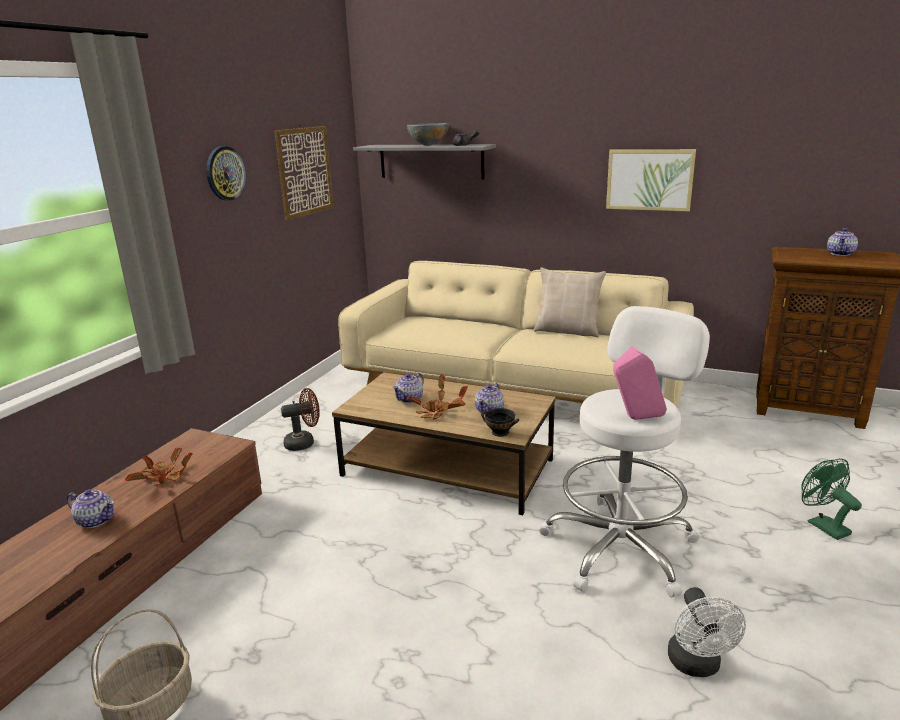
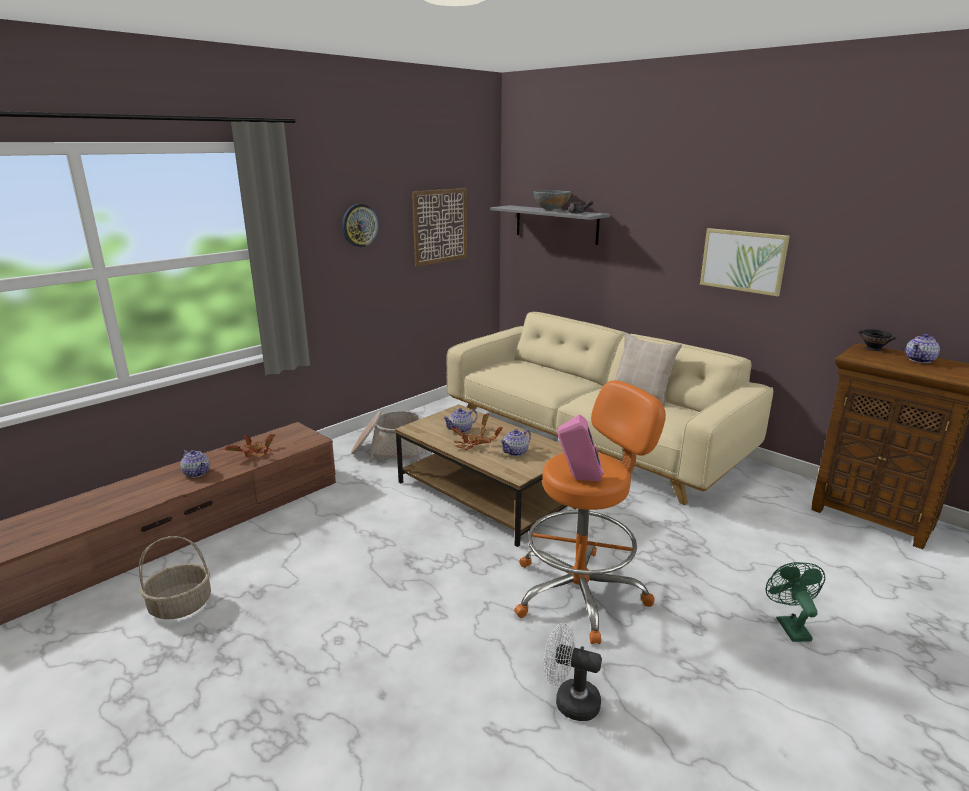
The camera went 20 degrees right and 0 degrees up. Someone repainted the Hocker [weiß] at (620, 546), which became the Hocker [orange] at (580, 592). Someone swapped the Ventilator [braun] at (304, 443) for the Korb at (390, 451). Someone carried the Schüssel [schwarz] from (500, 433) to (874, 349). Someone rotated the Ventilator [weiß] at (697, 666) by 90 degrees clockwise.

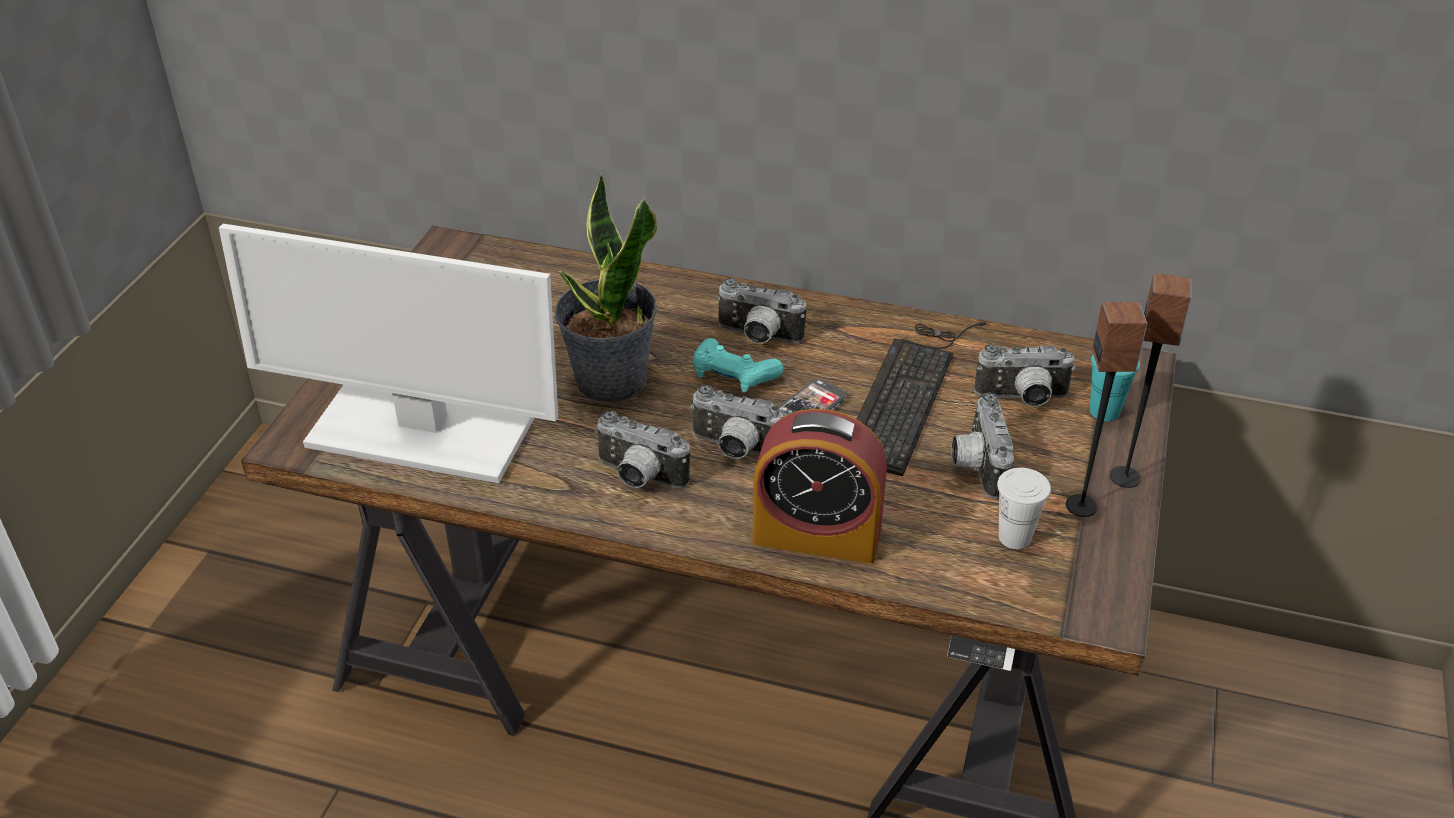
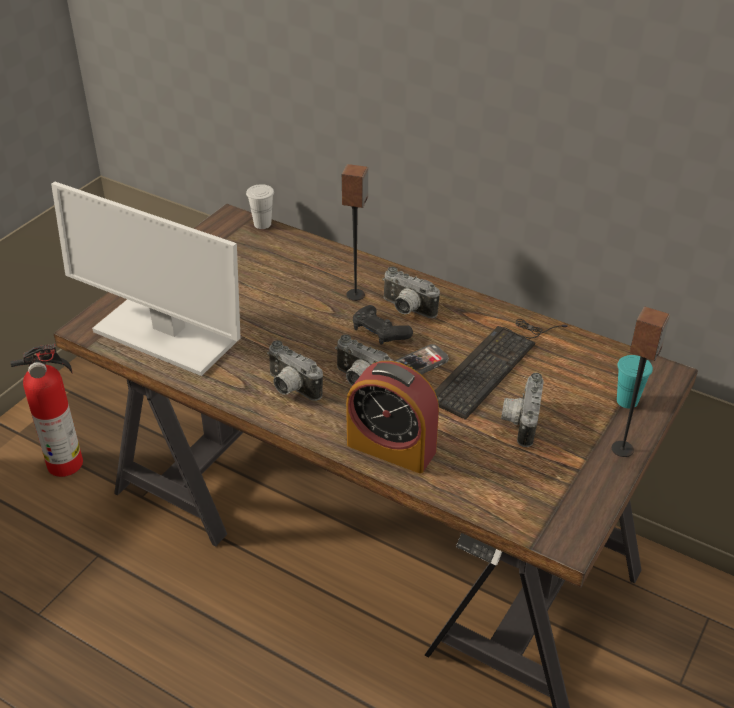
The camera went 15 degrees right and 0 degrees up. Someone took away the Topfpflanze at (610, 380). Someone carried the Lautsprecher from (1082, 506) to (356, 295). Someone repainted the Gamepad [türkis] at (733, 375), which became the Gamepad [schwarz] at (380, 332). Someone took away the Kamera at (1022, 399). Someone carried the Tasse [weiß] from (1014, 537) to (262, 224). Someone put down the Feuerlöscher at (68, 463).

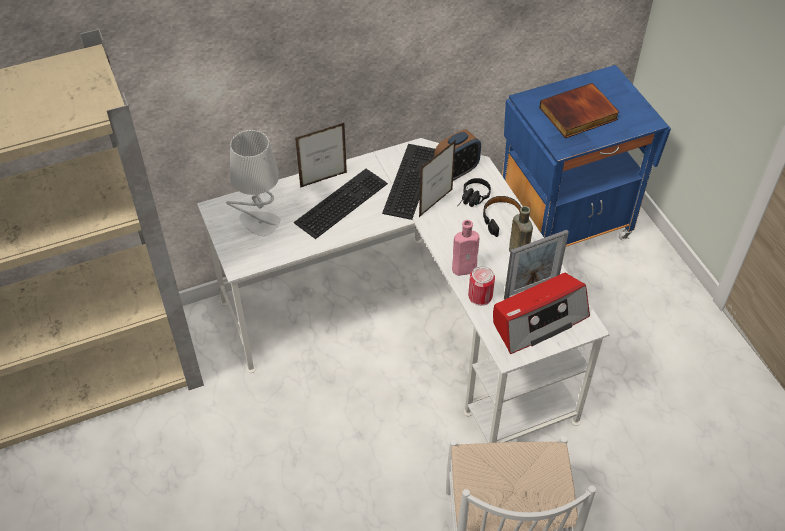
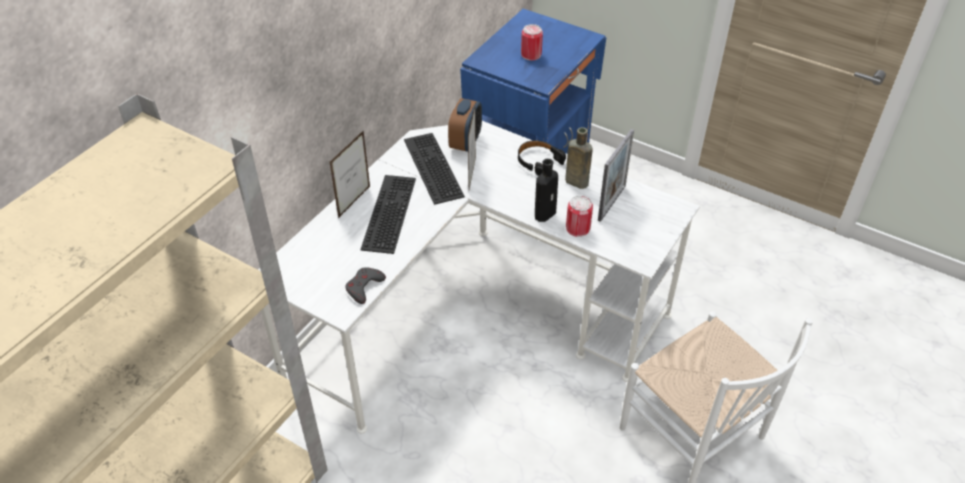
The camera went 35 degrees left and 5 degrees down. Someone swapped the Buch at (578, 114) for the Dose at (531, 54). Someone took away the Tischlampe [grau] at (259, 223). Someone took away the Kopfhörer [schwarz] at (472, 200). Someone repainted the Flasche [rosa] at (466, 268), which became the Flasche [schwarz] at (546, 213). Someone took away the Radio at (538, 320). Someone put down the Gamepad [grau] at (364, 287).

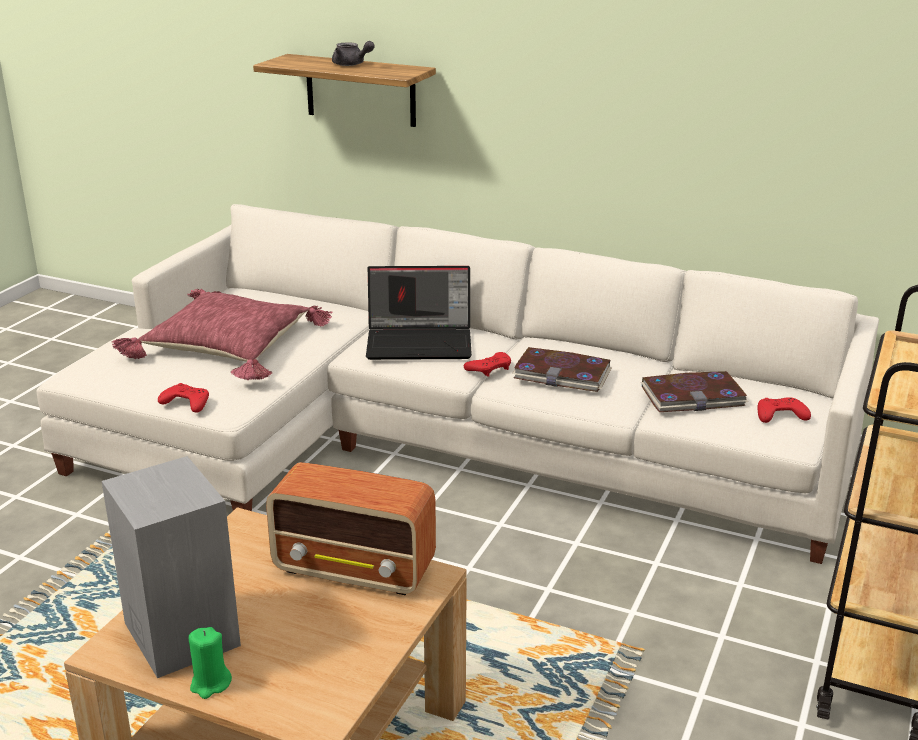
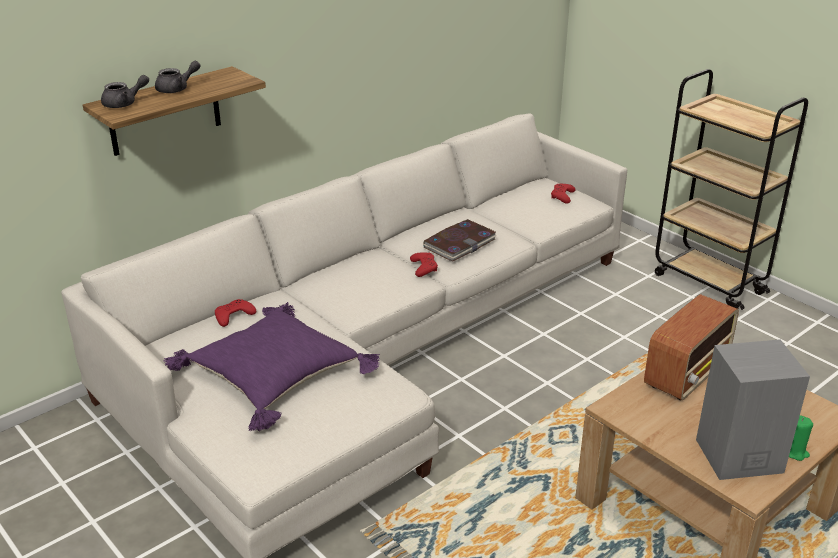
The camera went 65 degrees left and 5 degrees up. Someone took away the Laptop at (421, 342). Someone repainted the Kissen [rot] at (228, 341), which became the Kissen [lila] at (273, 370). Someone took away the Buch at (693, 396). Someone carried the Gamepad [rot] from (186, 402) to (233, 316). Someone put down the Teekanne [grau] at (124, 103).

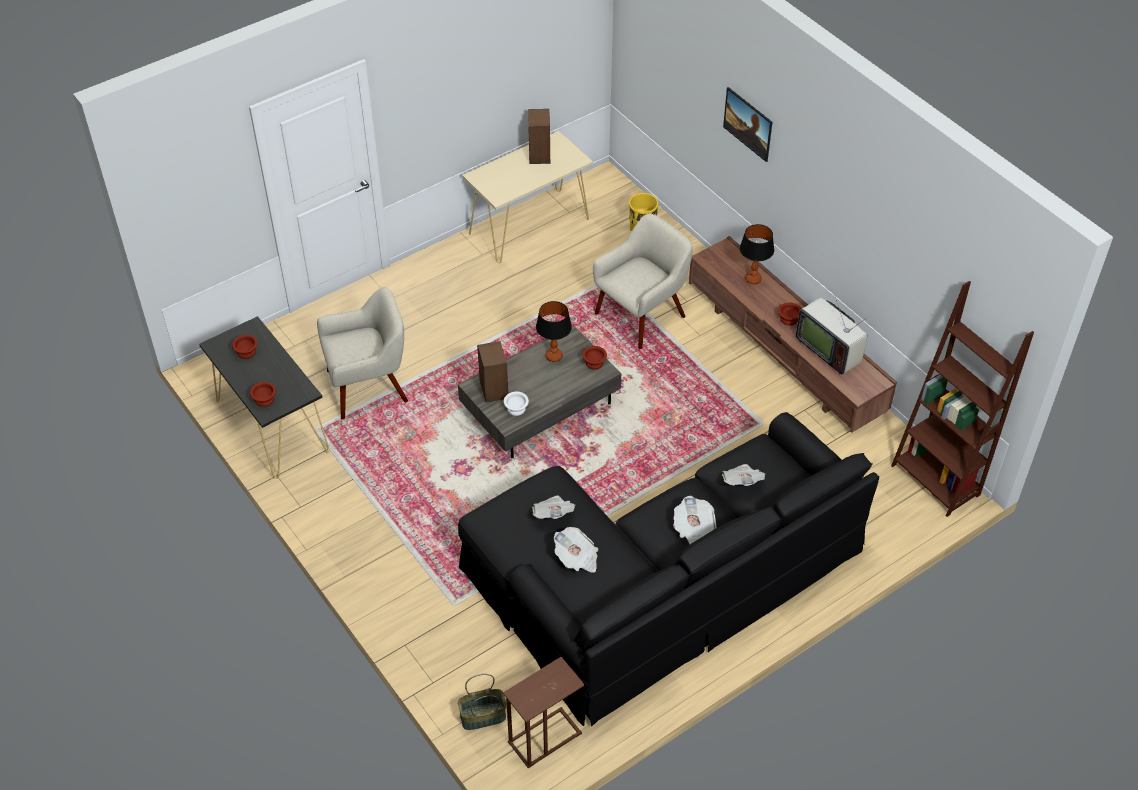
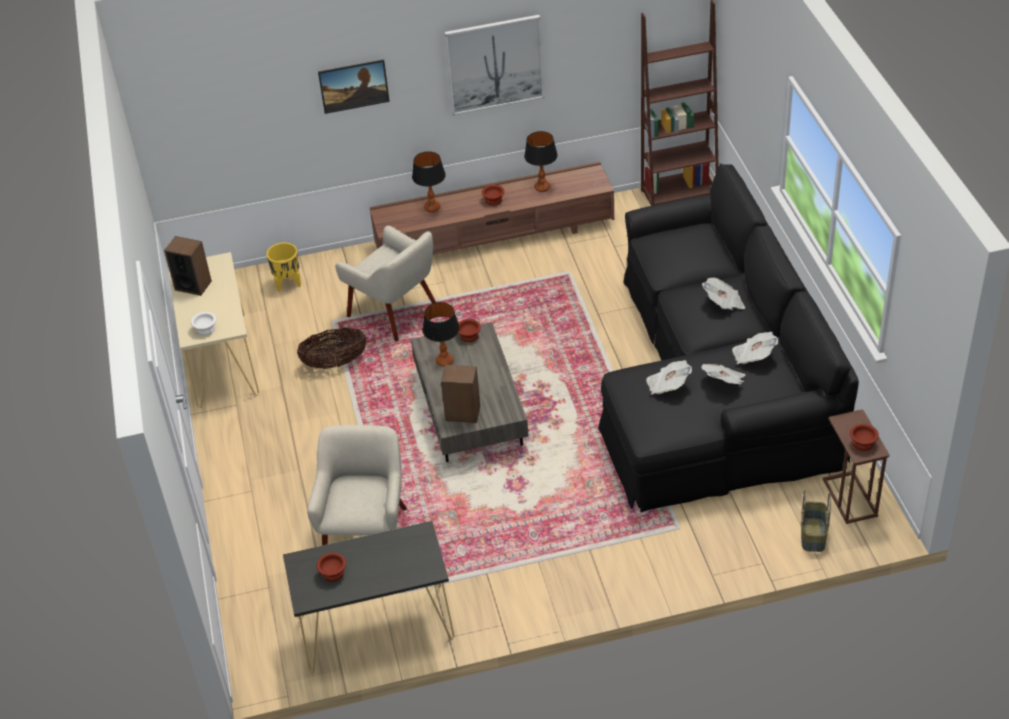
The camera went 65 degrees left and 5 degrees down. Someone rotated the Sessel [beige] at (642, 315) by 150 degrees clockwise. Someone swapped the Fernseher at (829, 349) for the Tischlampe at (542, 187). Someone carried the Schüssel [braun] from (264, 399) to (862, 443). Someone carried the Schüssel [weiß] from (515, 409) to (205, 330). Someone carried the Zeitung from (742, 482) to (753, 356). Someone put up the Bild at (495, 64). Someone put down the Korb at (335, 363).

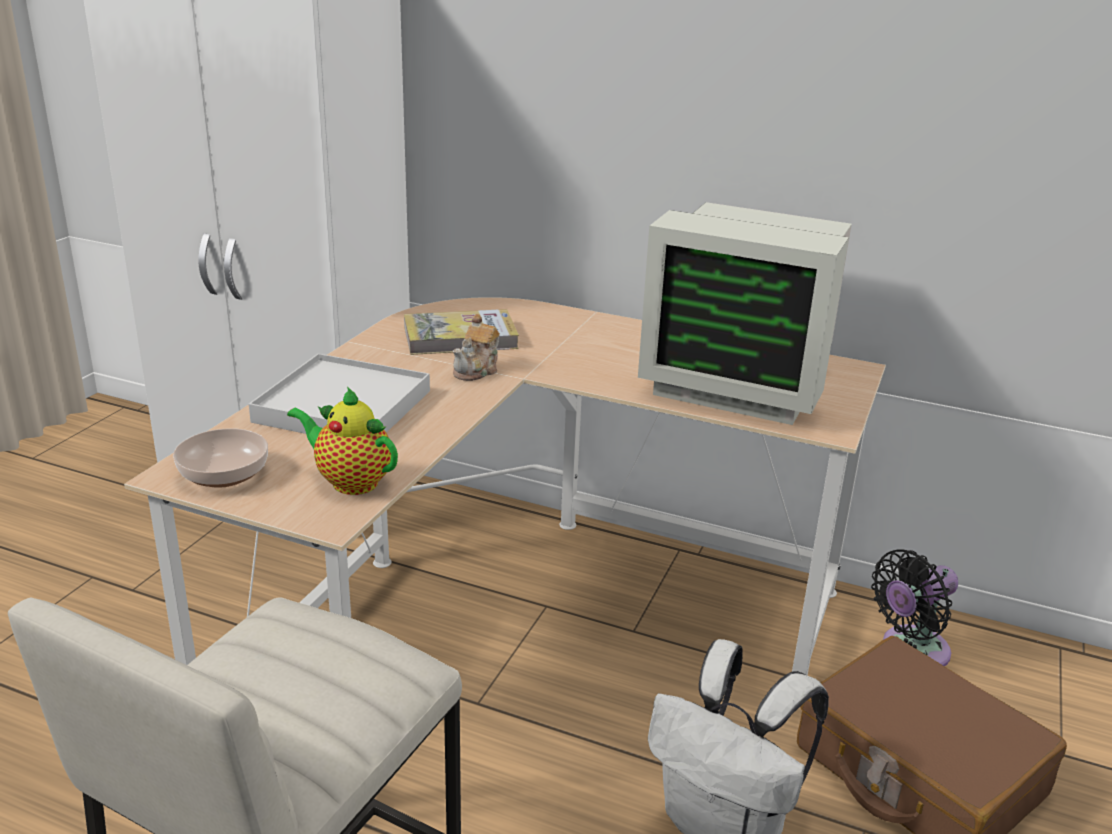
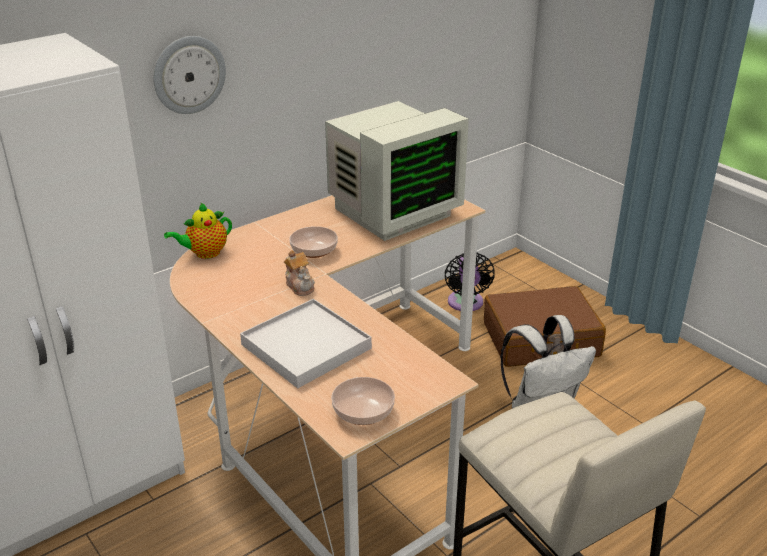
The camera went 60 degrees left and 5 degrees up. Someone took away the Buch at (460, 337). Someone carried the Teekanne from (350, 481) to (205, 253). Someone put up the Wanduhr at (189, 74). Someone put down the Schüssel at (314, 250).

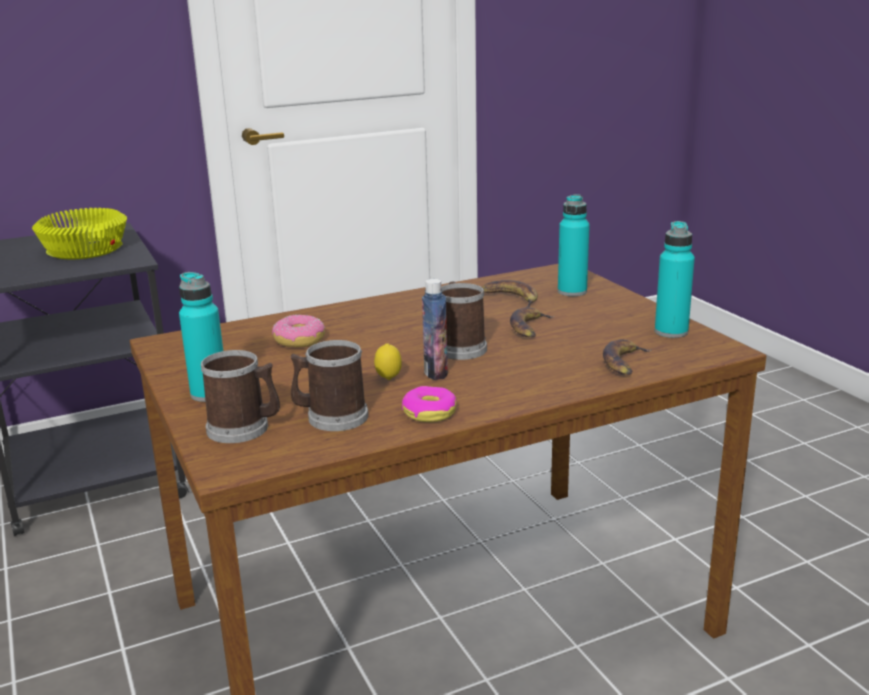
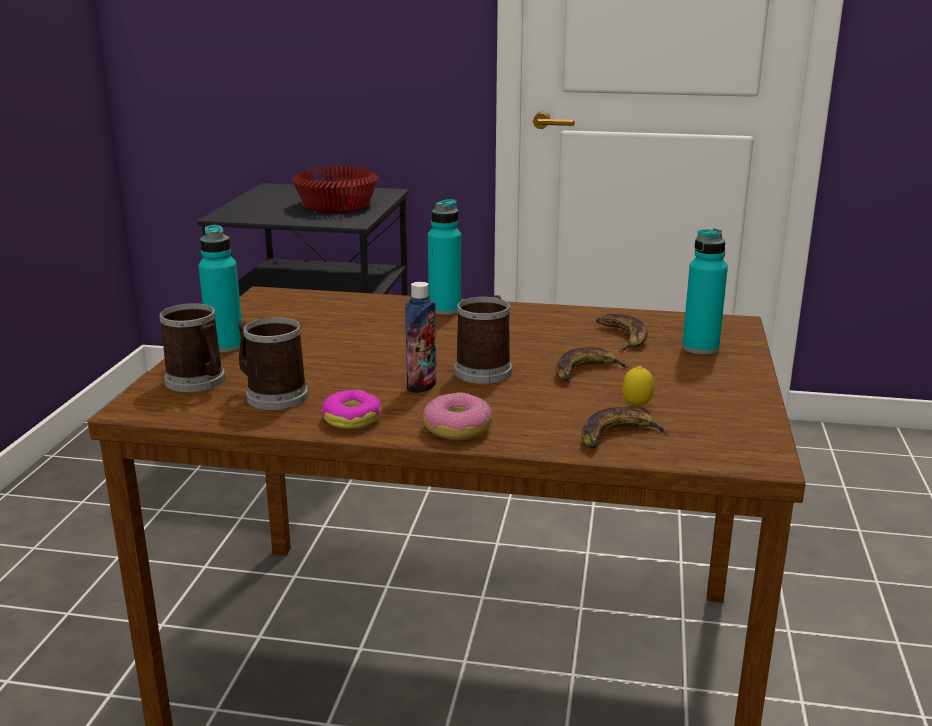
The camera went 35 degrees right and 0 degrees up. Someone repainted the Schüssel [gelb] at (85, 250), which became the Schüssel [rot] at (336, 205). Someone carried the Flasche [türkis] from (671, 332) to (445, 309). Someone carried the Donut from (299, 340) to (457, 428). Someone carried the Zitrone from (388, 379) to (636, 407).

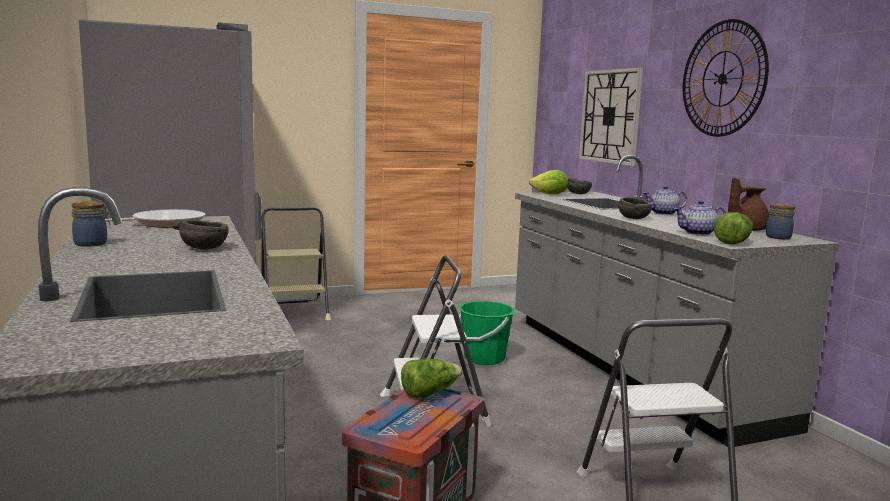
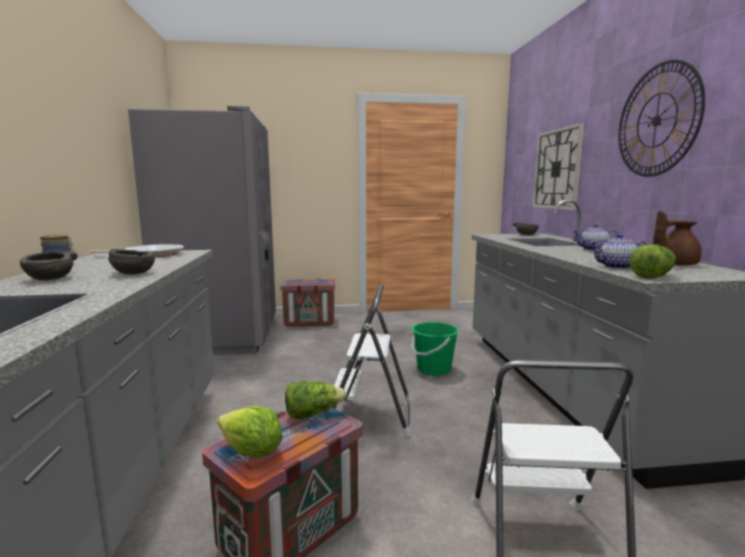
The camera went 15 degrees right and 0 degrees up. Someone carried the Salatkopf from (550, 194) to (251, 452). Someone carried the Schüssel [grau] from (634, 218) to (50, 279). Someone took away the Vorratsglas at (779, 237). Someone swapped the Trittleiter [beige] at (294, 311) for the Kiste at (310, 322).

